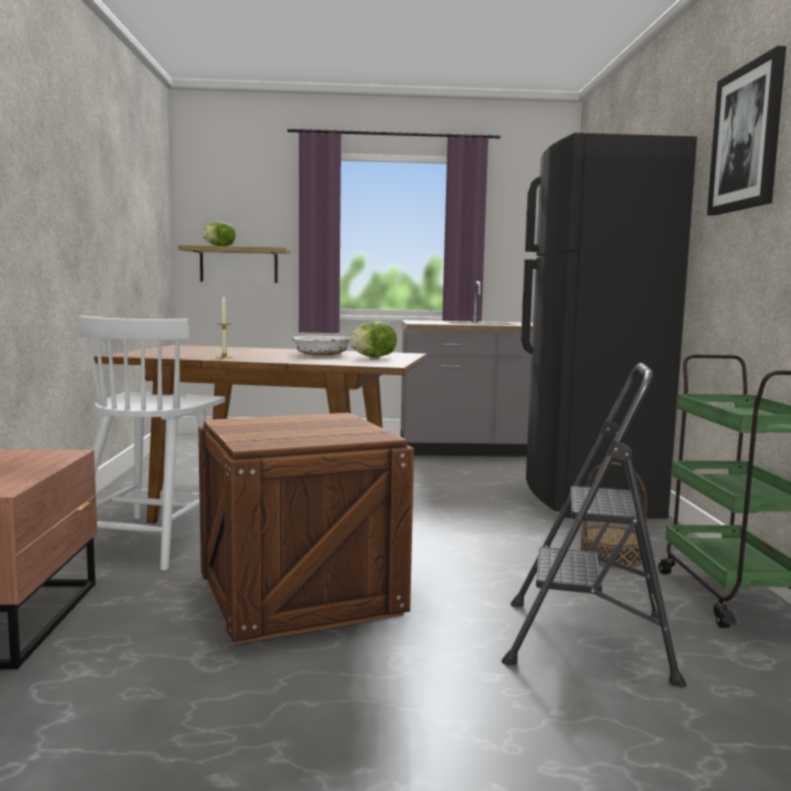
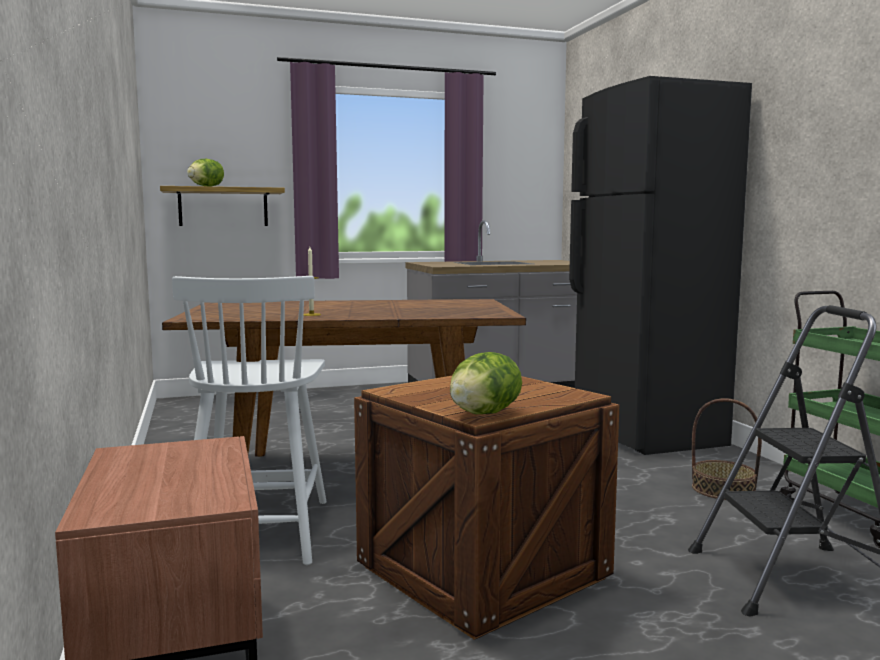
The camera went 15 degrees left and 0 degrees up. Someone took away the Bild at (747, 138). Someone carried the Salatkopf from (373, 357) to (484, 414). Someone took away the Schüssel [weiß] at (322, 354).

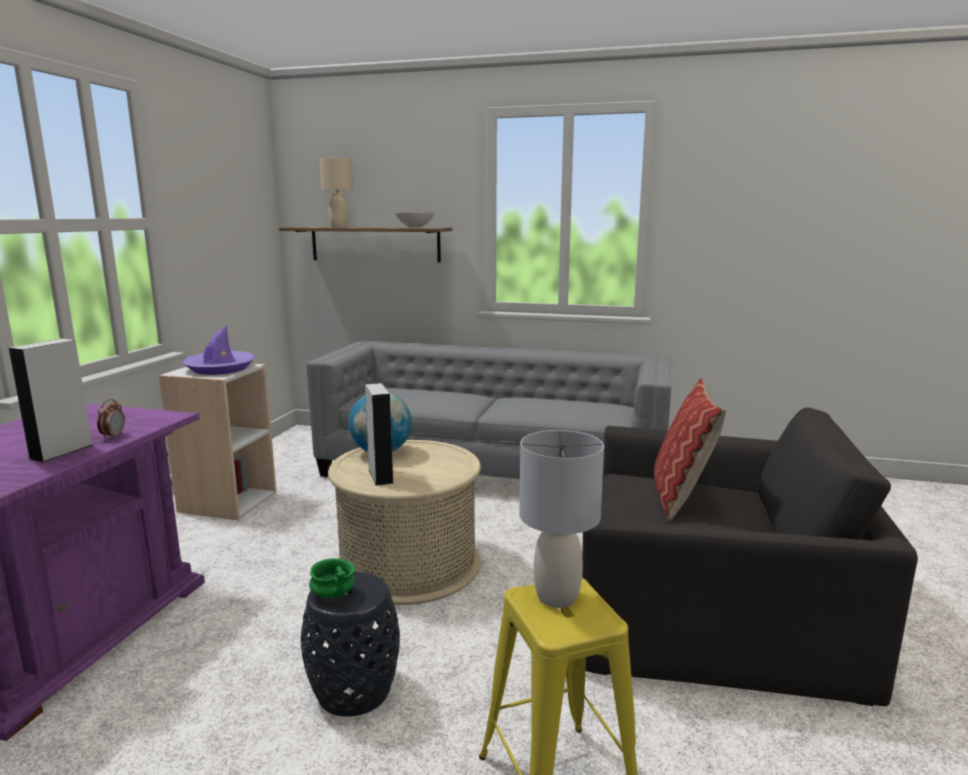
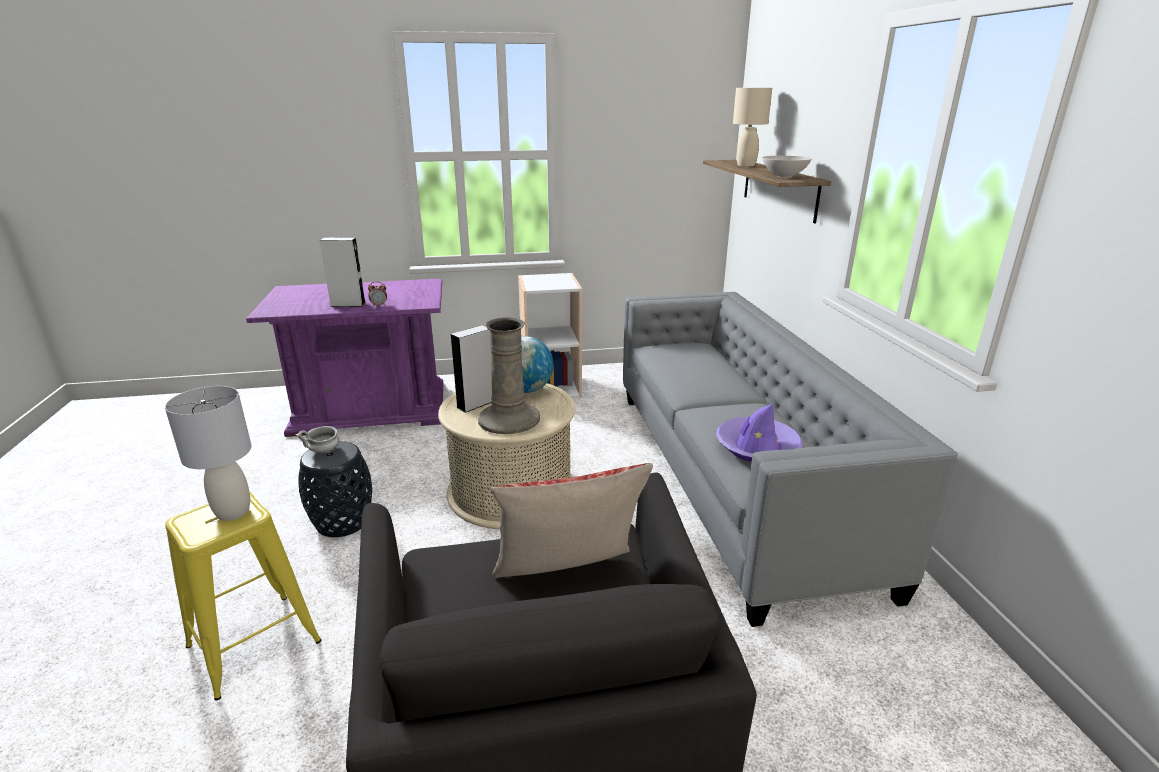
The camera went 65 degrees right and 10 degrees up. Someone carried the Hut [lila] from (220, 369) to (757, 447). Someone repainted the Schüssel [grün] at (334, 595), which became the Schüssel [grau] at (323, 451). Someone put down the Vase [beige] at (508, 419).

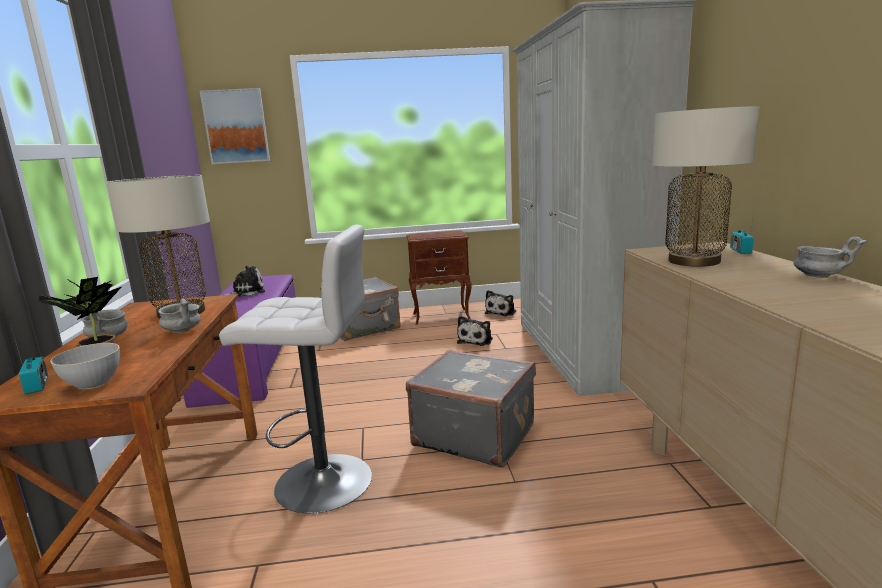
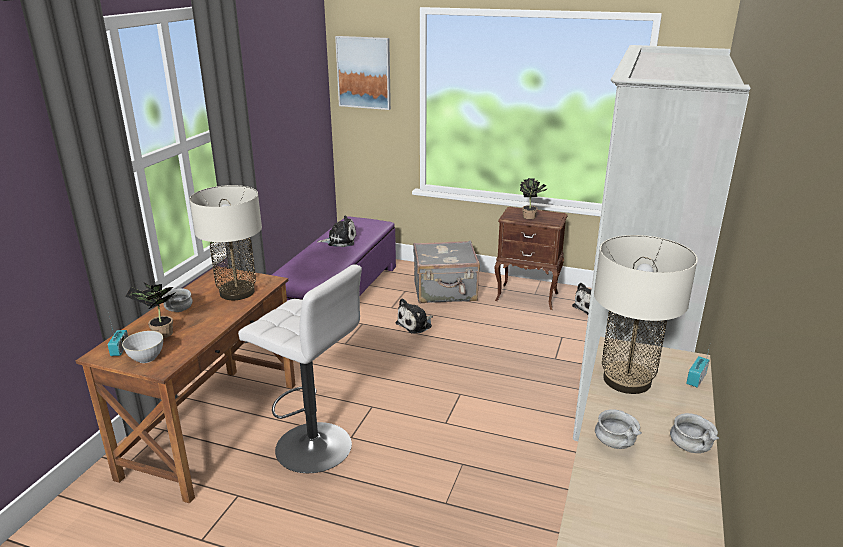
The camera went 25 degrees right and 10 degrees up. Someone carried the Schüssel [grau] from (183, 331) to (616, 443). Someone carried the Plüschtier from (476, 340) to (415, 324). Someone took away the Koffer [grau] at (474, 434). Someone put down the Topfpflanze at (531, 217).

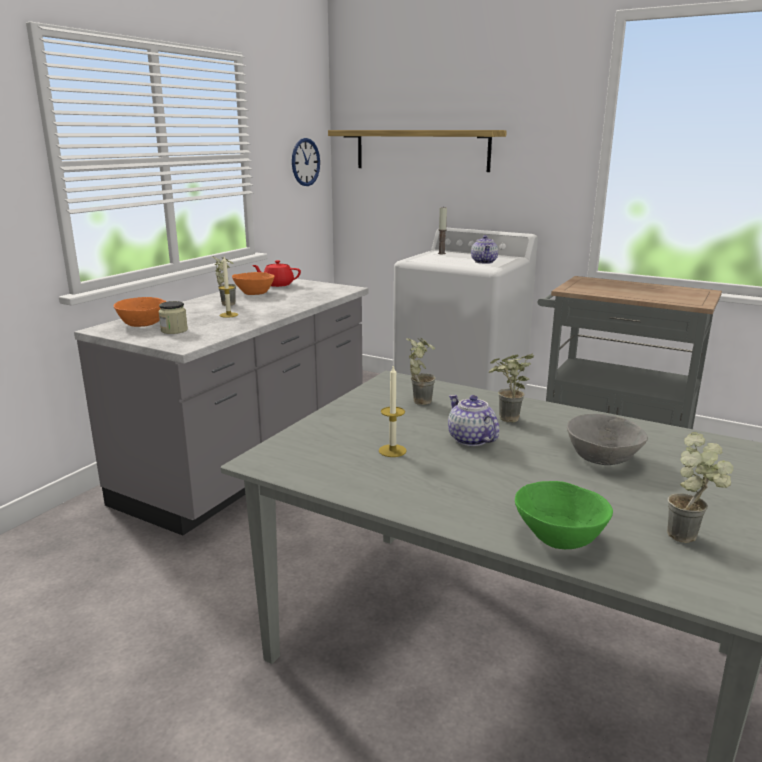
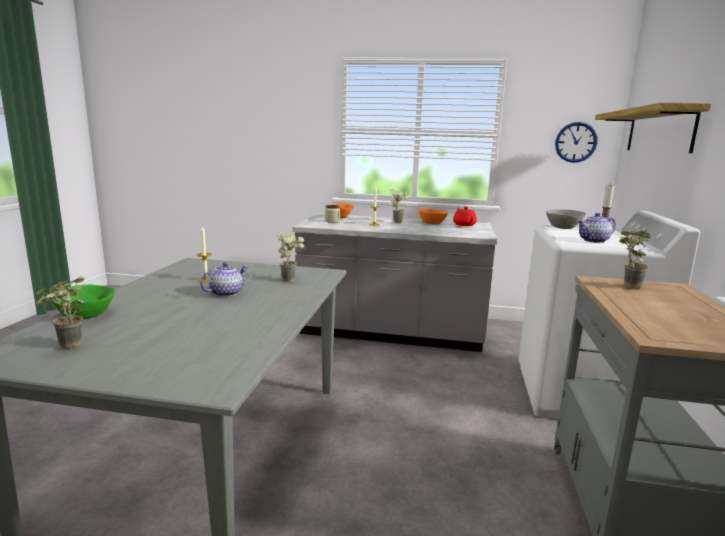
The camera went 70 degrees right and 5 degrees down. Someone carried the Topfpflanze from (505, 420) to (626, 286). Someone carried the Schüssel [grau] from (601, 458) to (562, 227).

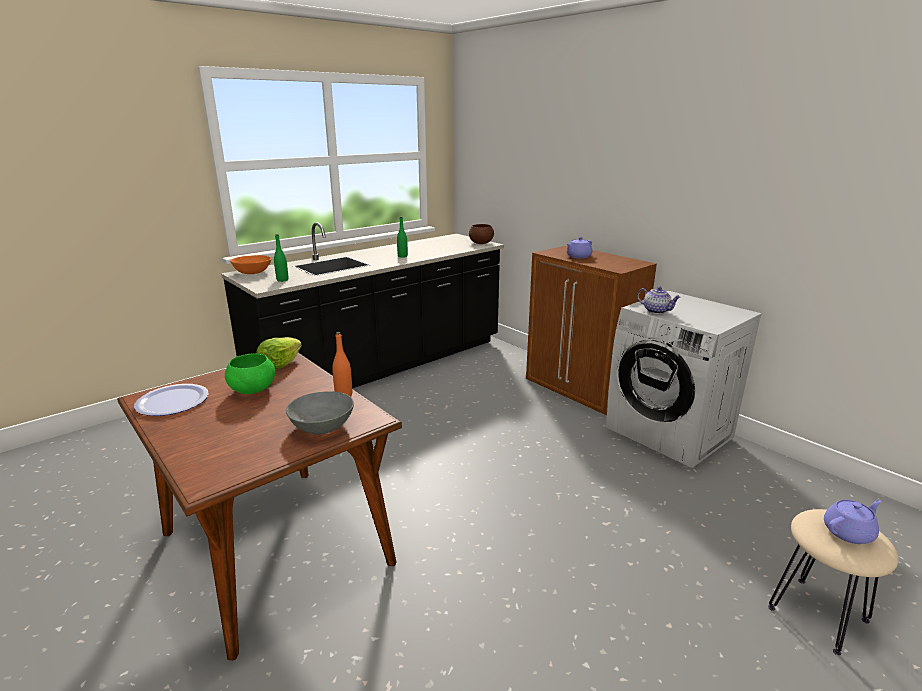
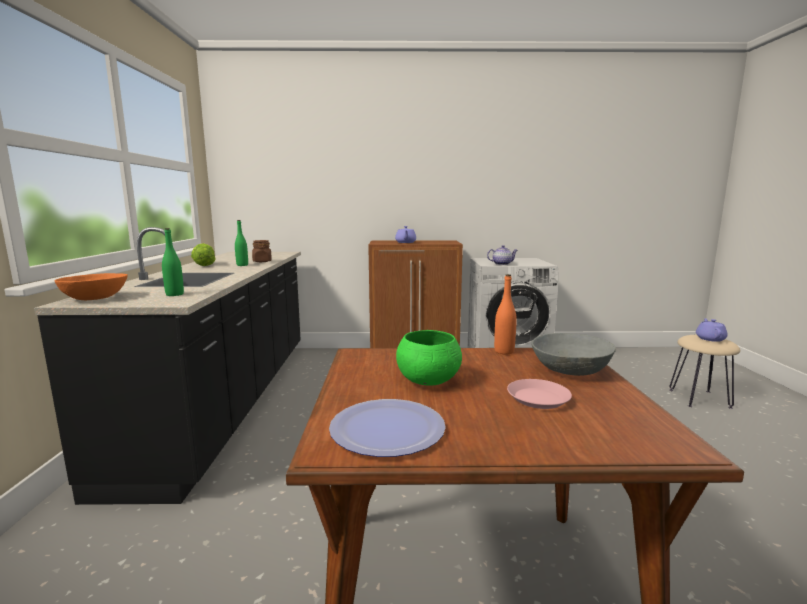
The camera went 50 degrees left and 10 degrees down. Someone took away the Schüssel [braun] at (481, 243). Someone carried the Salatkopf from (279, 365) to (204, 265). Someone put down the Vorratsglas [braun] at (262, 261). Someone put down the Teller [rosa] at (538, 398).

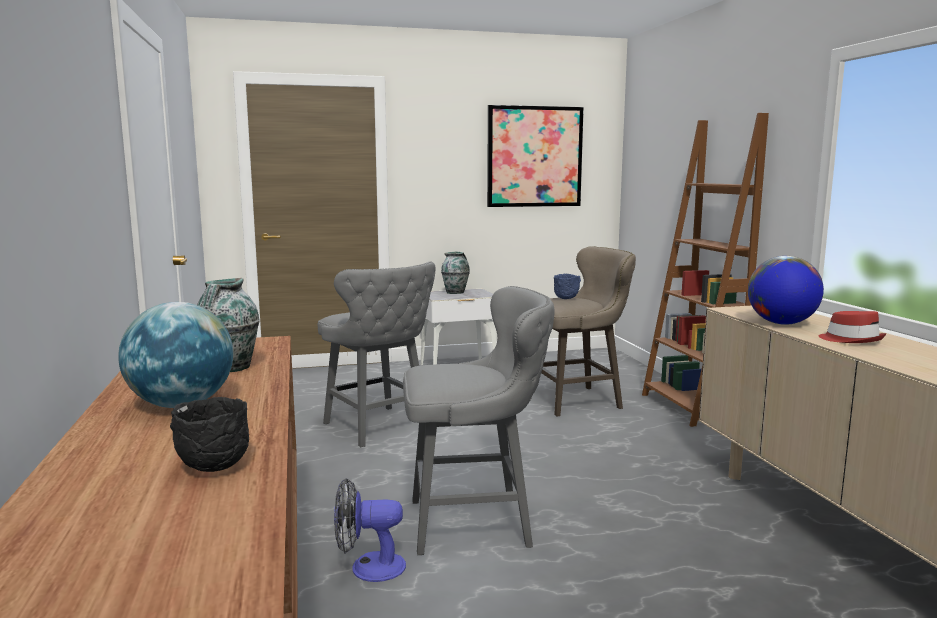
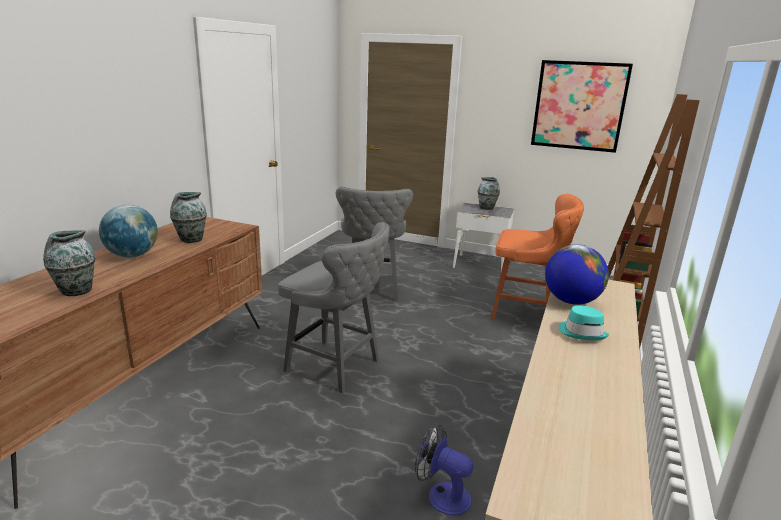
The camera went 35 degrees right and 10 degrees up. Someone repainted the Hocker [beige] at (578, 400), which became the Hocker [orange] at (526, 313). Someone took away the Schüssel [blau] at (566, 298). Someone repainted the Hut [rot] at (851, 339), which became the Hut [türkis] at (582, 332). Someone swapped the Schüssel [schwarz] at (213, 468) for the Vase at (75, 291). Someone carried the Ventilator from (368, 567) to (442, 495).

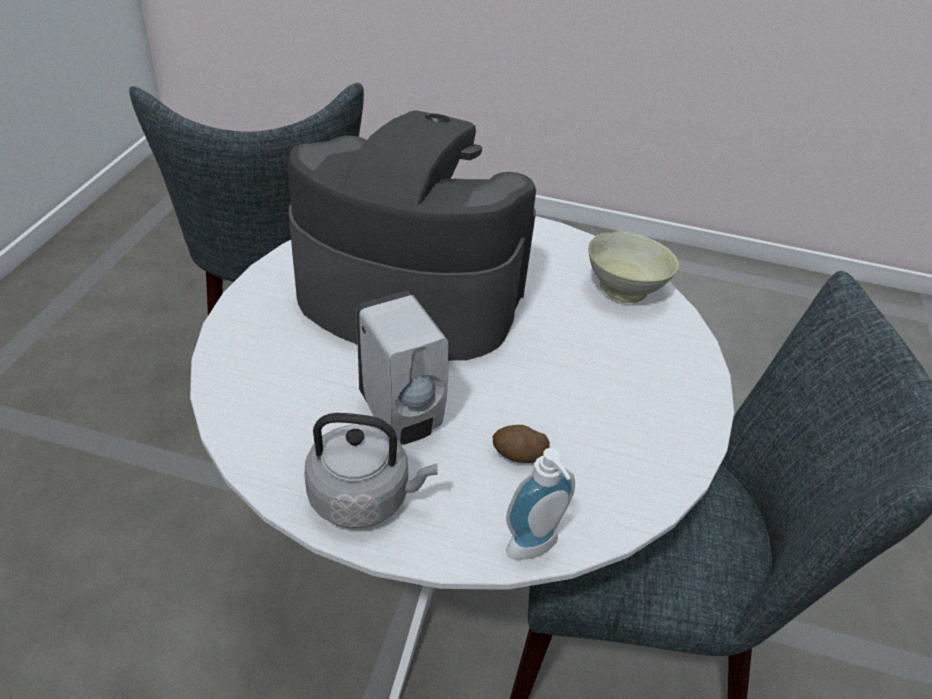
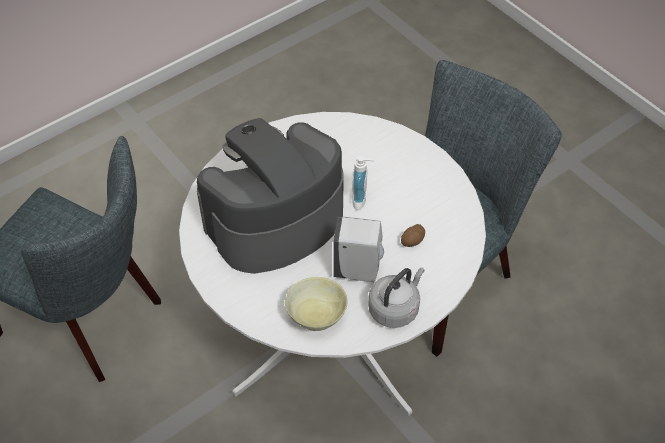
The camera went 50 degrees left and 10 degrees up. Someone carried the Schüssel [beige] from (626, 289) to (317, 316). Someone carried the Seifenspender from (535, 550) to (362, 200).

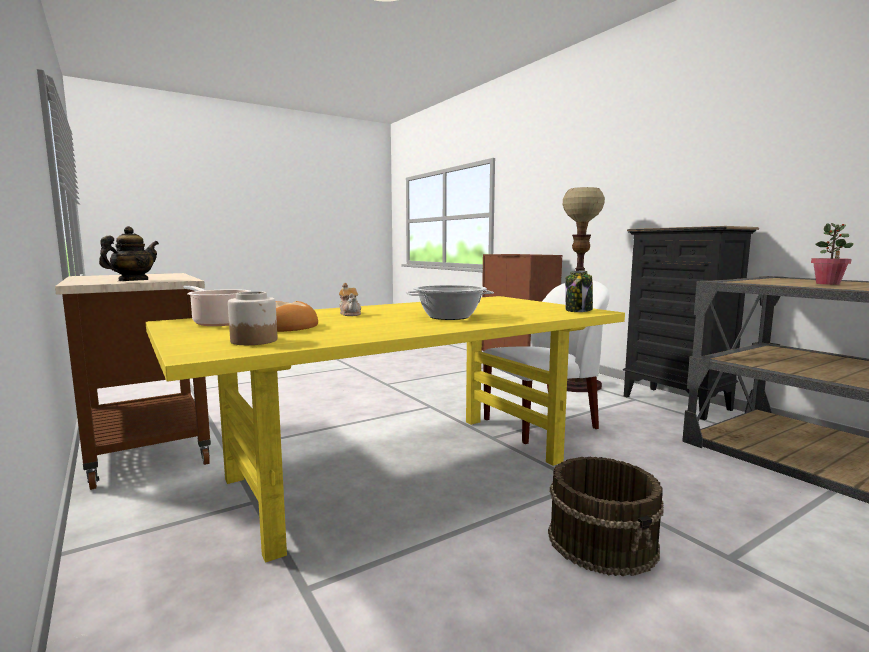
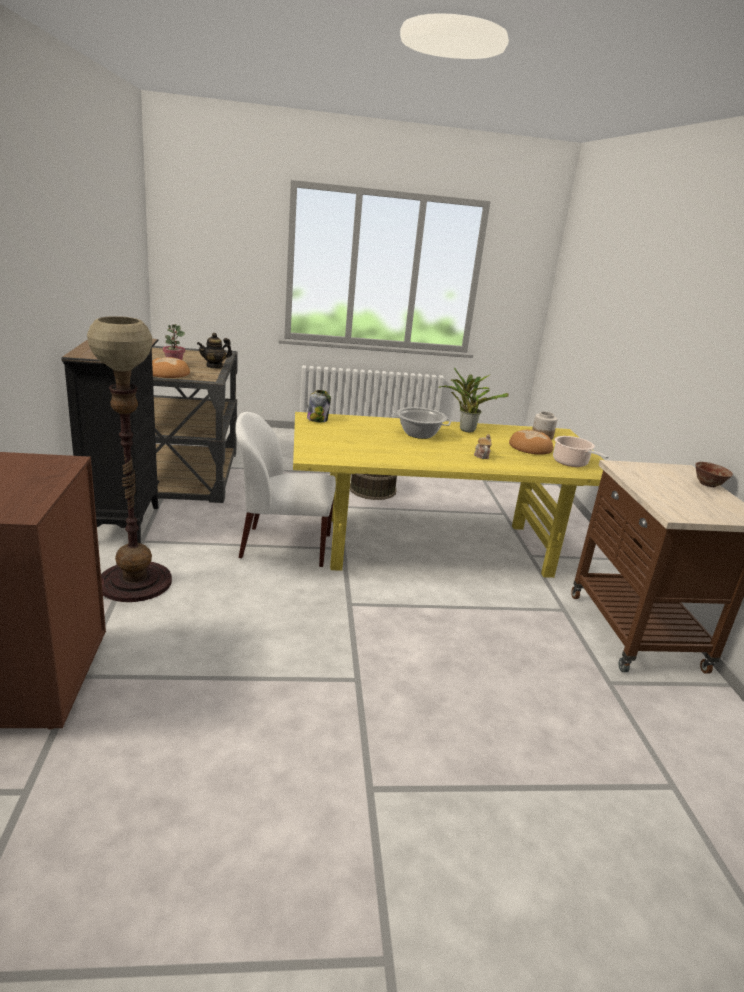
The camera went 155 degrees left and 15 degrees up. Someone carried the Teekanne from (133, 281) to (214, 366). Someone put down the Brot at (169, 373). Someone put down the Topfpflanze at (465, 429). Someone put down the Schüssel at (708, 484).

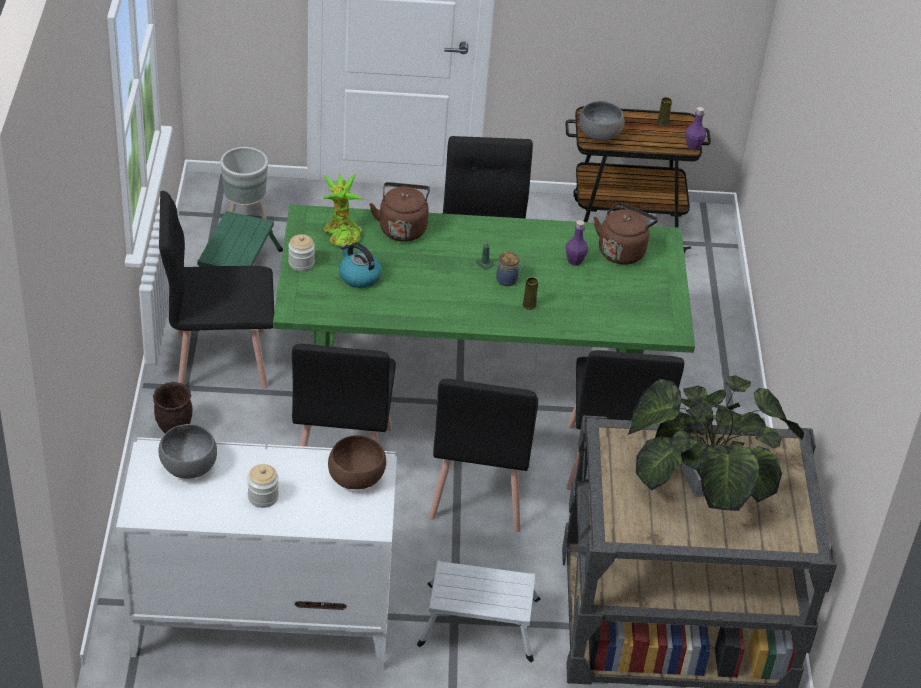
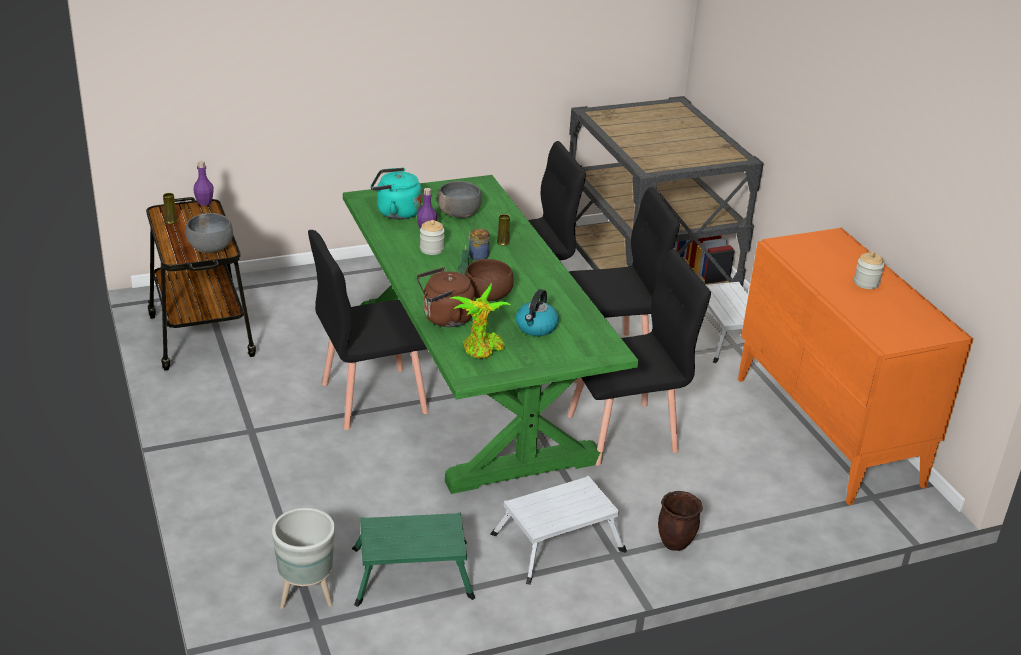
The camera went 110 degrees left and 10 degrees down. Someone swapped the Stuhl [schwarz] at (220, 359) for the Trittleiter [weiß] at (557, 542). Someone repainted the Wasserkessel [braun] at (622, 250), which became the Wasserkessel [türkis] at (395, 212). Someone carried the Vorratsglas from (301, 263) to (431, 249). Someone took away the Topfpflanze at (706, 479). Someone carried the Schüssel [grau] from (189, 466) to (458, 213). Someone carried the Schüssel [braun] from (356, 478) to (488, 295). Someone repainted the Schrank [weiß] at (262, 622), which became the Schrank [orange] at (827, 431).

